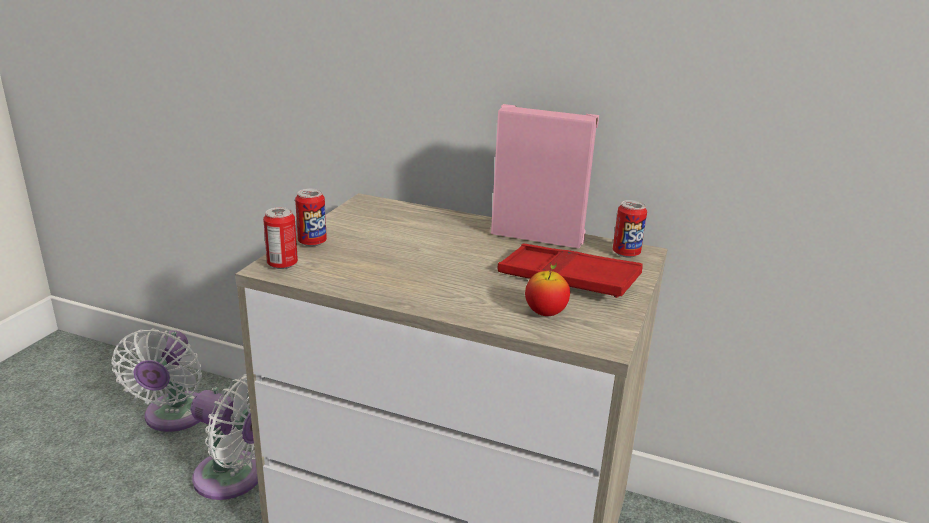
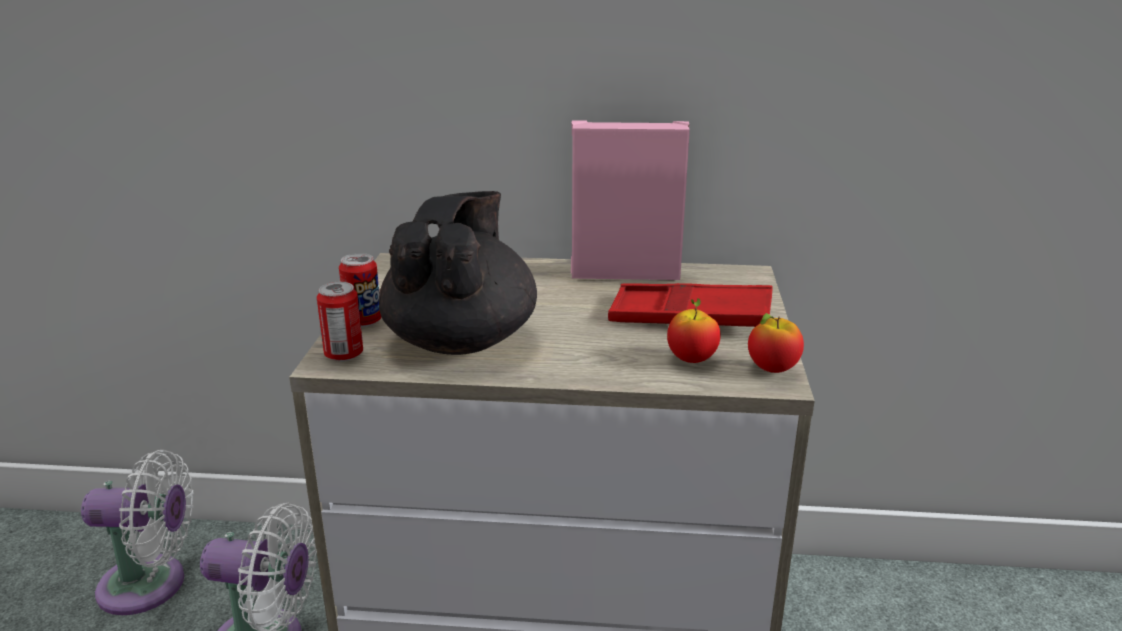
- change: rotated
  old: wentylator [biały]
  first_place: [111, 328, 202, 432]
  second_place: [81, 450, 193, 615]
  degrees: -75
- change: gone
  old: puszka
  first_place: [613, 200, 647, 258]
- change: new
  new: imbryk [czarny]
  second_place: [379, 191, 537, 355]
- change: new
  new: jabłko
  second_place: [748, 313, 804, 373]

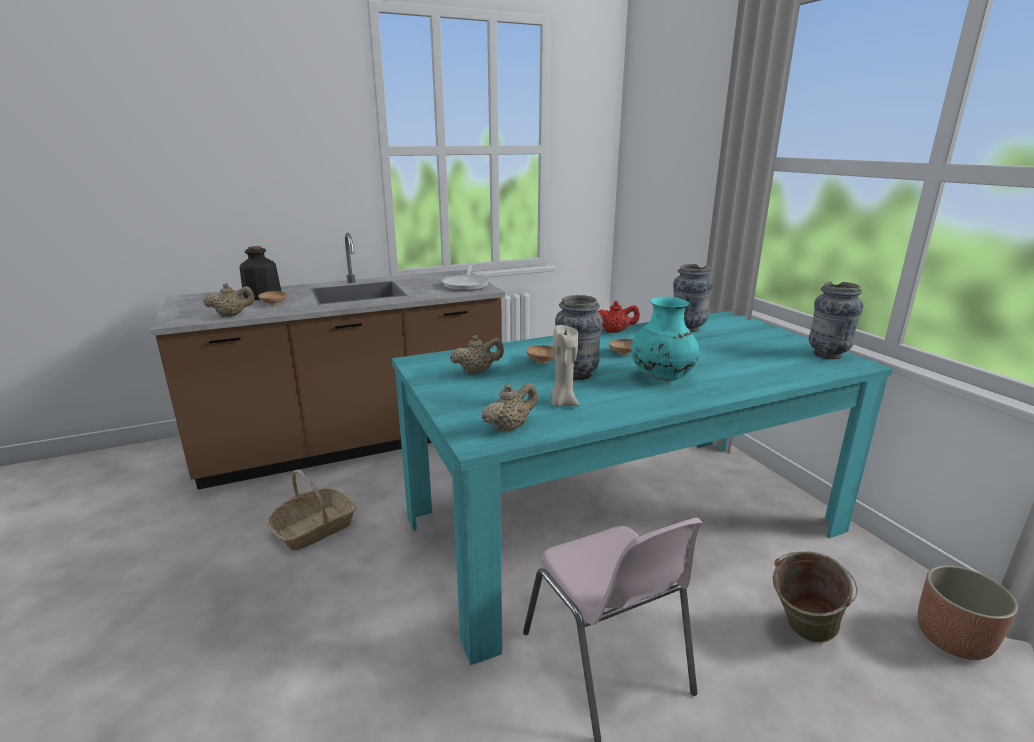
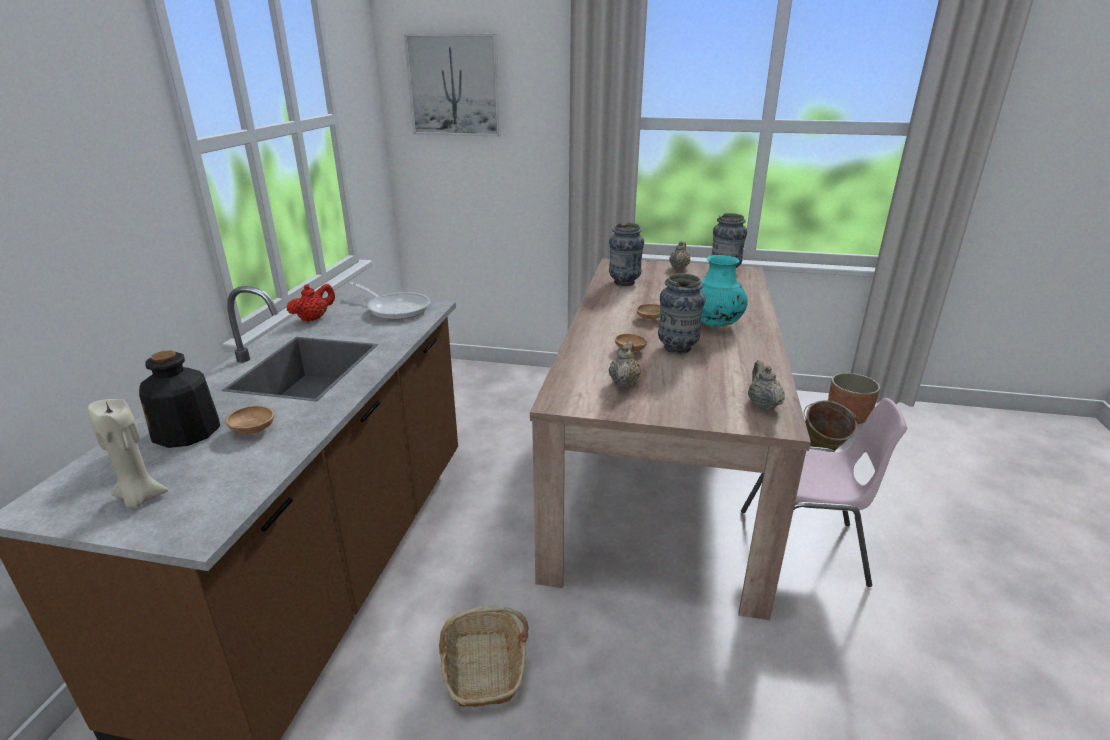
- change: shifted
  old: imbryk [beżowy]
  first_place: [203, 283, 255, 317]
  second_place: [669, 241, 690, 270]
- change: repainted
  old: stół jadalny [turkusowy]
  new: stół jadalny [beżowy]
  first_place: [392, 311, 893, 665]
  second_place: [530, 258, 811, 620]
- change: shifted
  old: świeca [beżowy]
  first_place: [550, 325, 579, 407]
  second_place: [87, 399, 168, 508]
- change: shifted
  old: imbryk [czerwony]
  first_place: [597, 301, 640, 333]
  second_place: [287, 284, 335, 322]
- change: new
  new: obraz
  second_place: [404, 34, 501, 137]

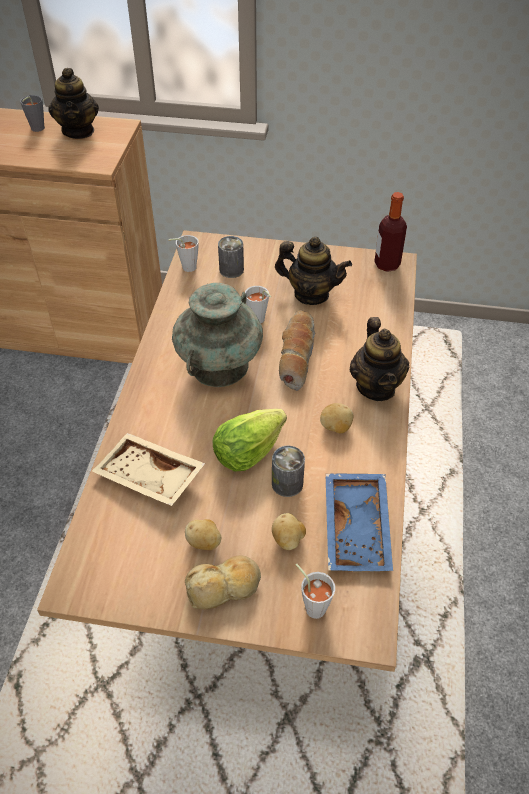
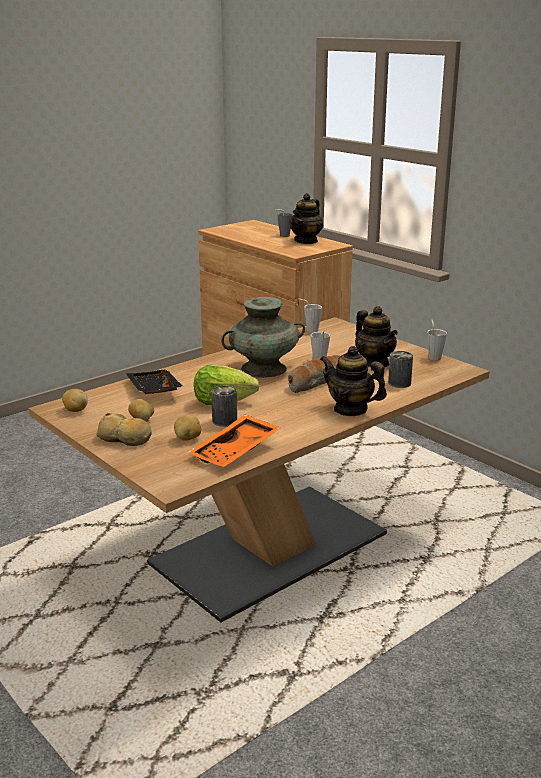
- change: repainted
  old: taca [beżowy]
  new: taca [czarny]
  first_place: [92, 433, 206, 506]
  second_place: [126, 369, 184, 394]
- change: shifted
  old: puszka
  first_place: [218, 236, 244, 278]
  second_place: [388, 351, 413, 388]
- change: shifted
  old: filiżanka [szary]
  first_place: [295, 564, 335, 619]
  second_place: [427, 320, 447, 360]
- change: shifted
  old: ziemniak
  first_place: [320, 403, 353, 433]
  second_place: [62, 389, 88, 412]
- change: repainted
  old: taca [niebieski]
  new: taca [pomarańczowy]
  first_place: [325, 473, 393, 571]
  second_place: [188, 415, 280, 467]
- change: rotated
  old: imbryk
  first_place: [350, 317, 409, 401]
  second_place: [320, 346, 387, 416]
  degrees: 90
- change: gone
  old: butelka
  first_place: [374, 192, 407, 272]

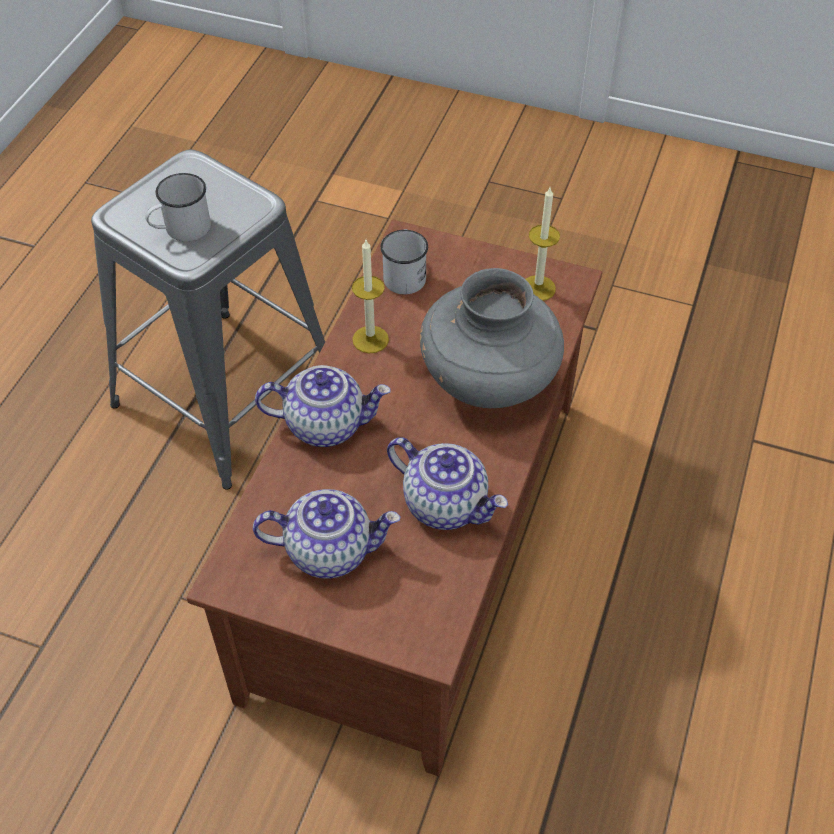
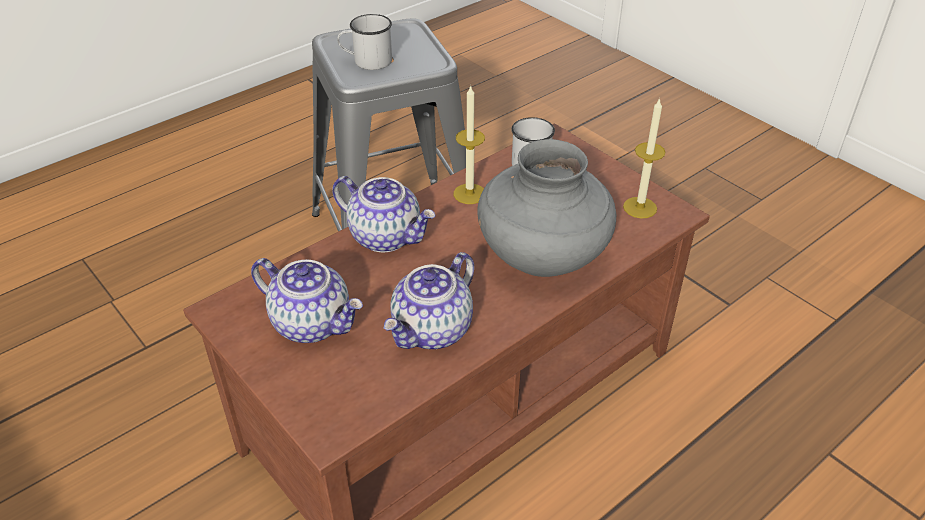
- change: rotated
  old: imbryk
  first_place: [387, 437, 508, 530]
  second_place: [384, 252, 474, 349]
  degrees: 60

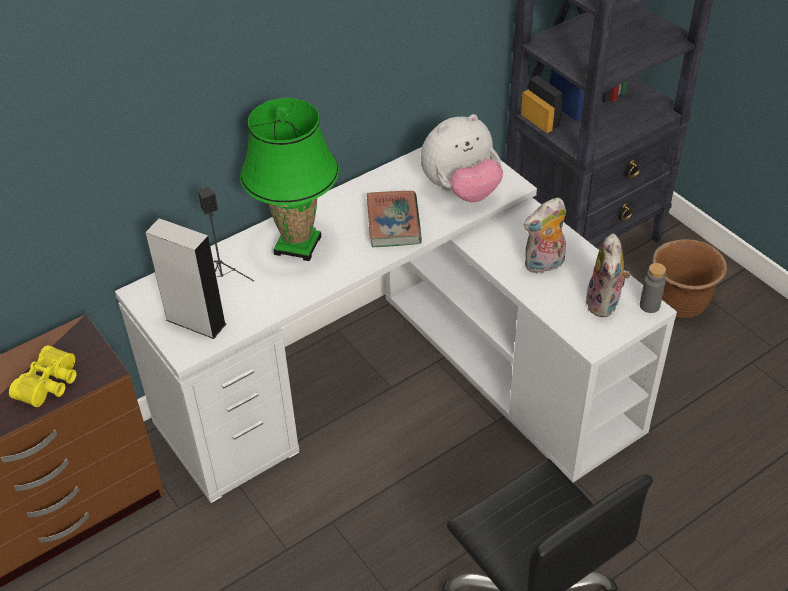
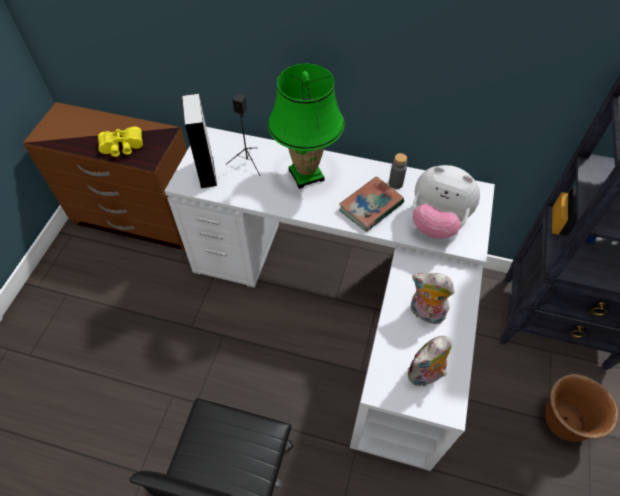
- change: shifted
  old: butelka [szary]
  first_place: [640, 263, 666, 313]
  second_place: [389, 153, 407, 189]

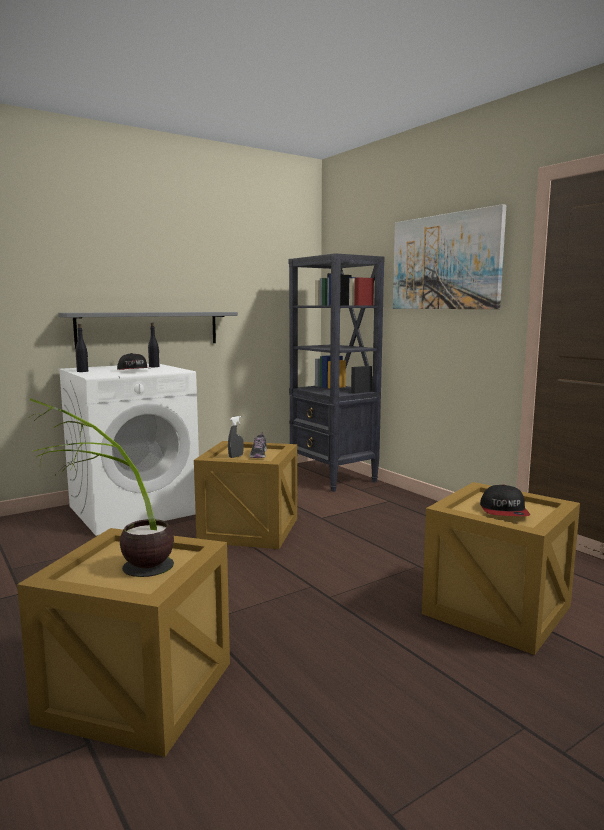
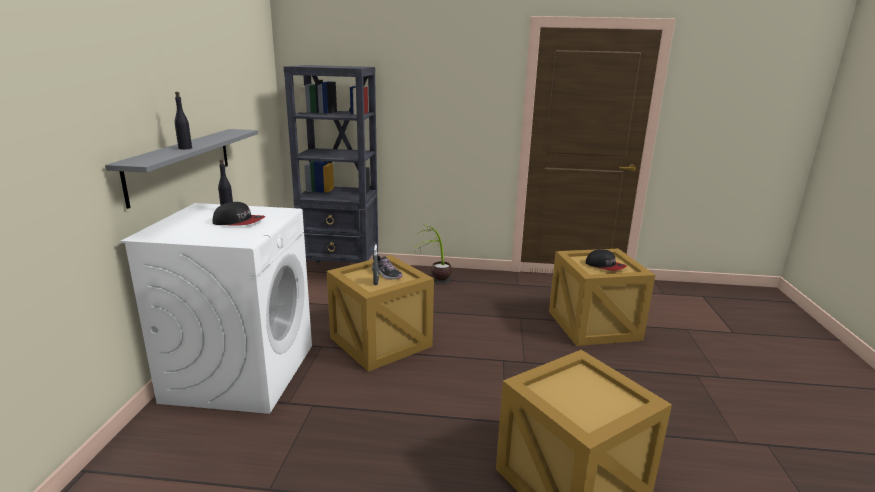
- change: shifted
  old: roślina doniczkowa
  first_place: [30, 398, 174, 577]
  second_place: [415, 224, 452, 284]
- change: shifted
  old: butelka [czarny]
  first_place: [75, 324, 88, 372]
  second_place: [175, 92, 192, 149]
- change: gone
  old: obraz
  first_place: [393, 204, 506, 309]

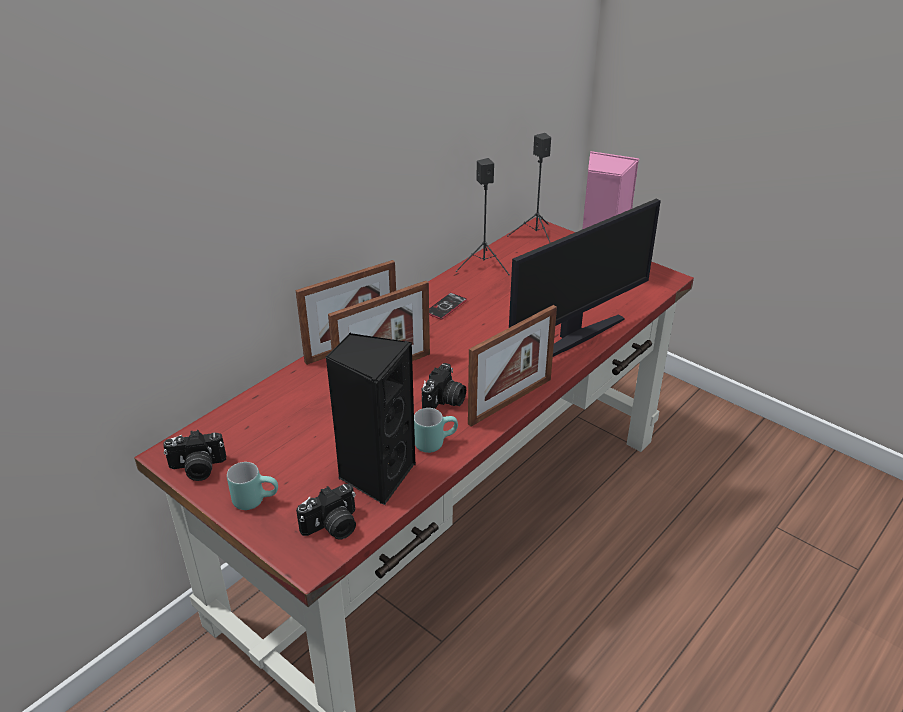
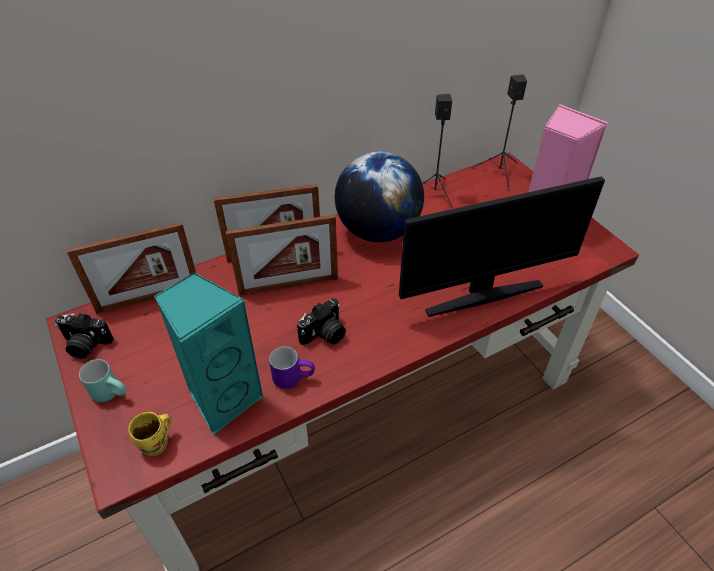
- change: swapped
  old: aparat fotograficzny
  new: kubek [żółty]
  first_place: [296, 484, 356, 540]
  second_place: [128, 412, 172, 456]
- change: repainted
  old: głośnik [czarny]
  new: głośnik [turkusowy]
  first_place: [325, 332, 416, 505]
  second_place: [154, 272, 264, 435]
- change: repainted
  old: kubek [turkusowy]
  new: kubek [fioletowy]
  first_place: [414, 408, 458, 453]
  second_place: [269, 346, 315, 389]
- change: swapped
  old: telefon
  new: globus
  first_place: [429, 293, 467, 319]
  second_place: [335, 152, 424, 242]
- change: shifted
  old: ramka na zdjęcie
  first_place: [468, 305, 557, 427]
  second_place: [66, 222, 196, 314]

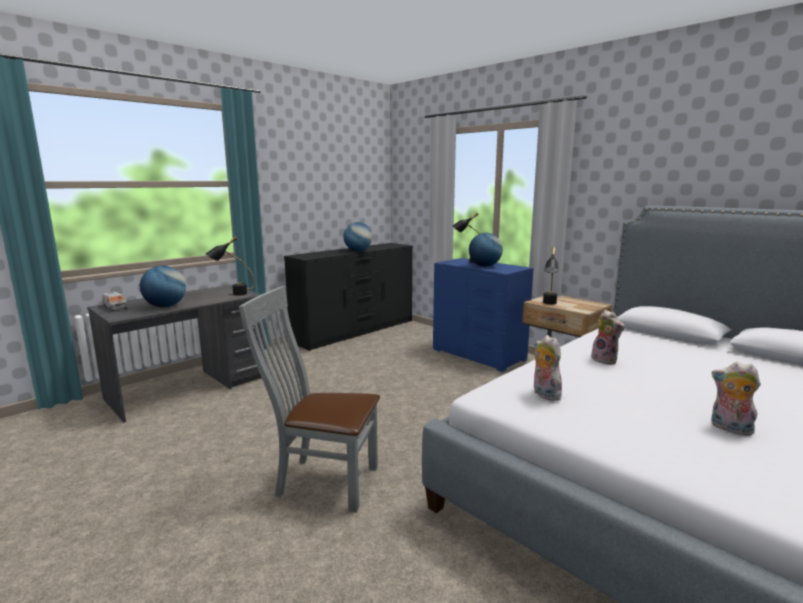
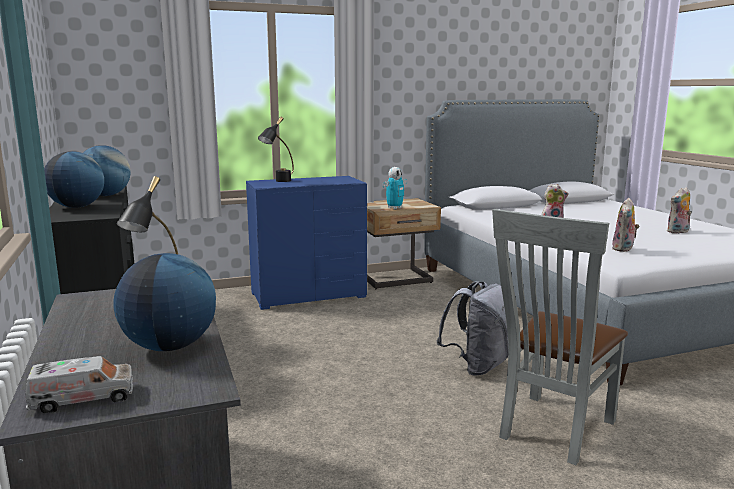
- change: shifted
  old: globus
  first_place: [469, 233, 503, 267]
  second_place: [44, 151, 104, 208]
- change: rotated
  old: pluszak
  first_place: [534, 335, 562, 401]
  second_place: [612, 198, 639, 252]
  degrees: -60
- change: swapped
  old: lampa stołowa [czarny]
  new: robot zabawkowy
  first_place: [543, 247, 558, 304]
  second_place: [383, 167, 407, 209]
- change: new
  new: plecak [szary]
  second_place: [437, 281, 508, 376]

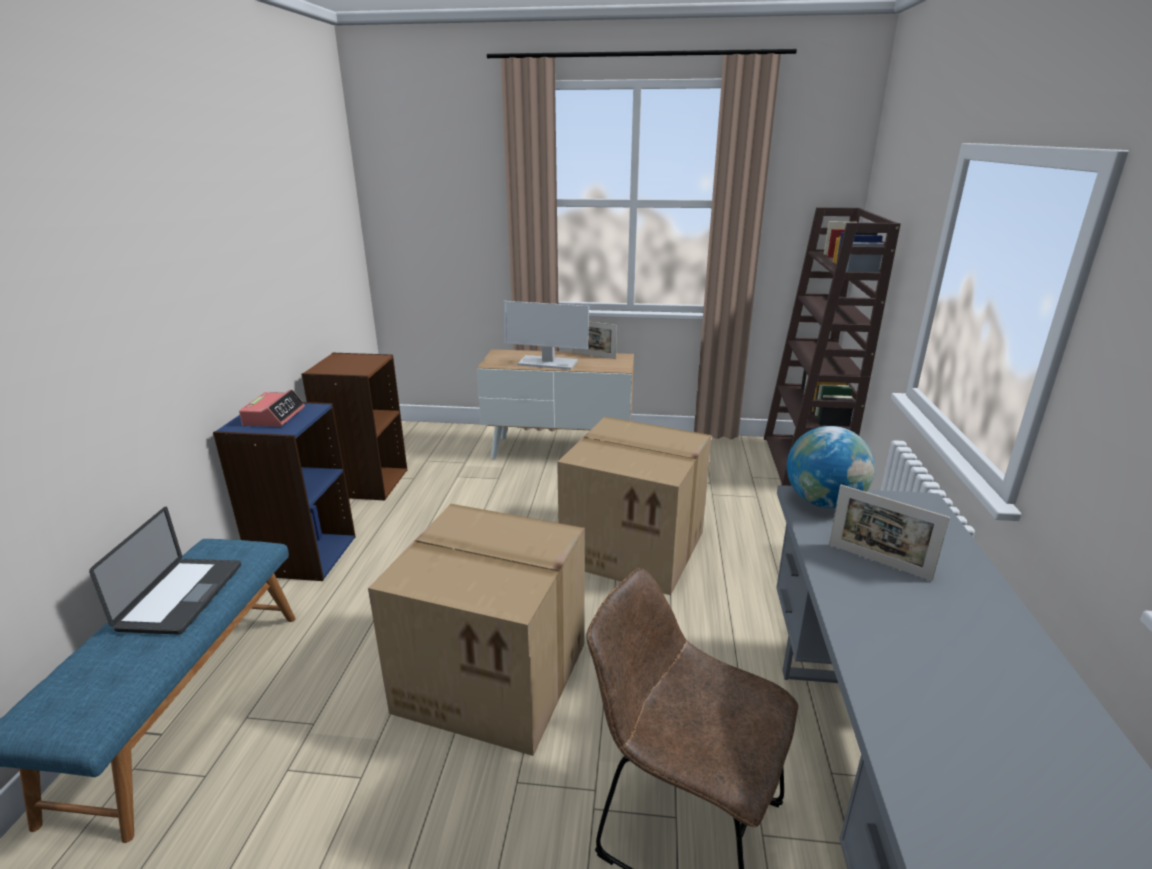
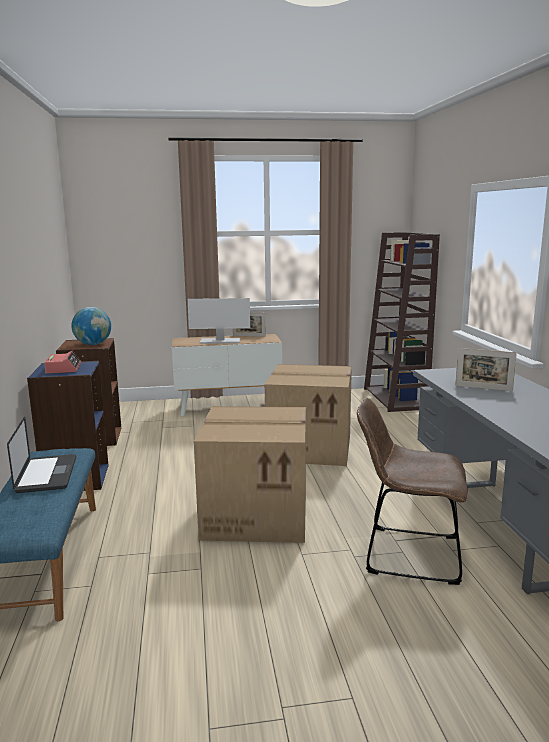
- change: shifted
  old: globus
  first_place: [787, 426, 875, 508]
  second_place: [71, 307, 111, 345]

